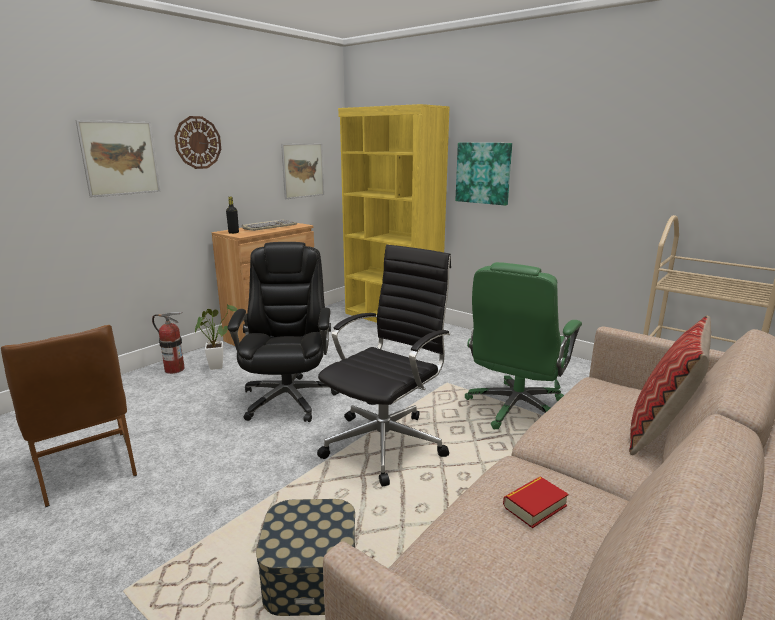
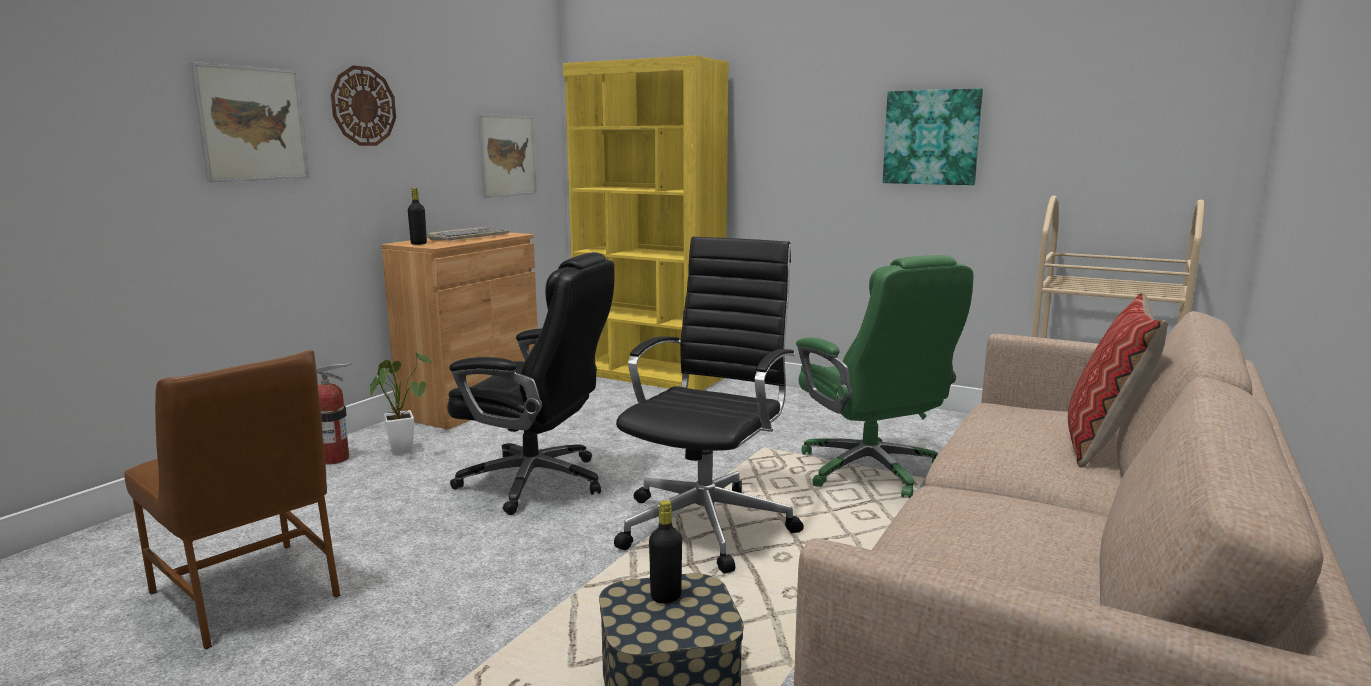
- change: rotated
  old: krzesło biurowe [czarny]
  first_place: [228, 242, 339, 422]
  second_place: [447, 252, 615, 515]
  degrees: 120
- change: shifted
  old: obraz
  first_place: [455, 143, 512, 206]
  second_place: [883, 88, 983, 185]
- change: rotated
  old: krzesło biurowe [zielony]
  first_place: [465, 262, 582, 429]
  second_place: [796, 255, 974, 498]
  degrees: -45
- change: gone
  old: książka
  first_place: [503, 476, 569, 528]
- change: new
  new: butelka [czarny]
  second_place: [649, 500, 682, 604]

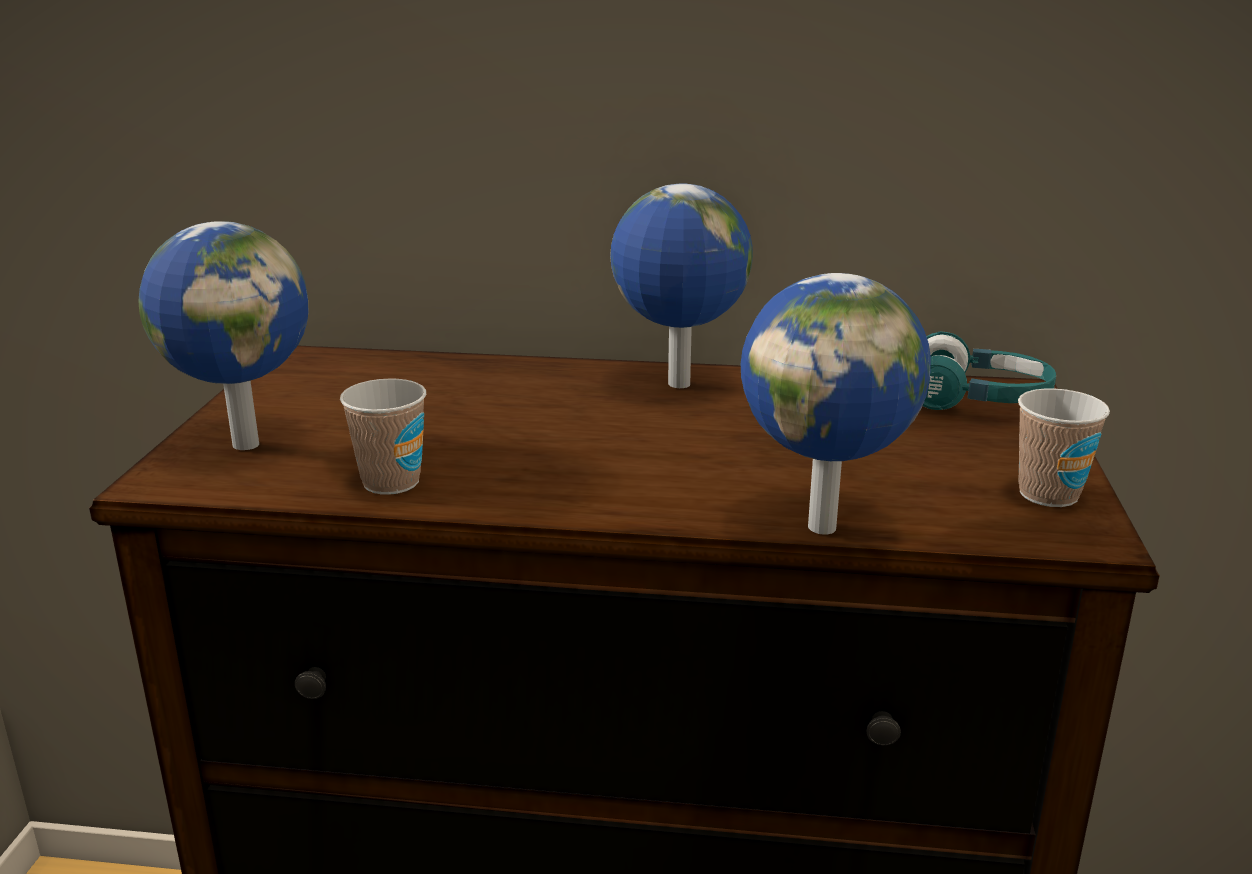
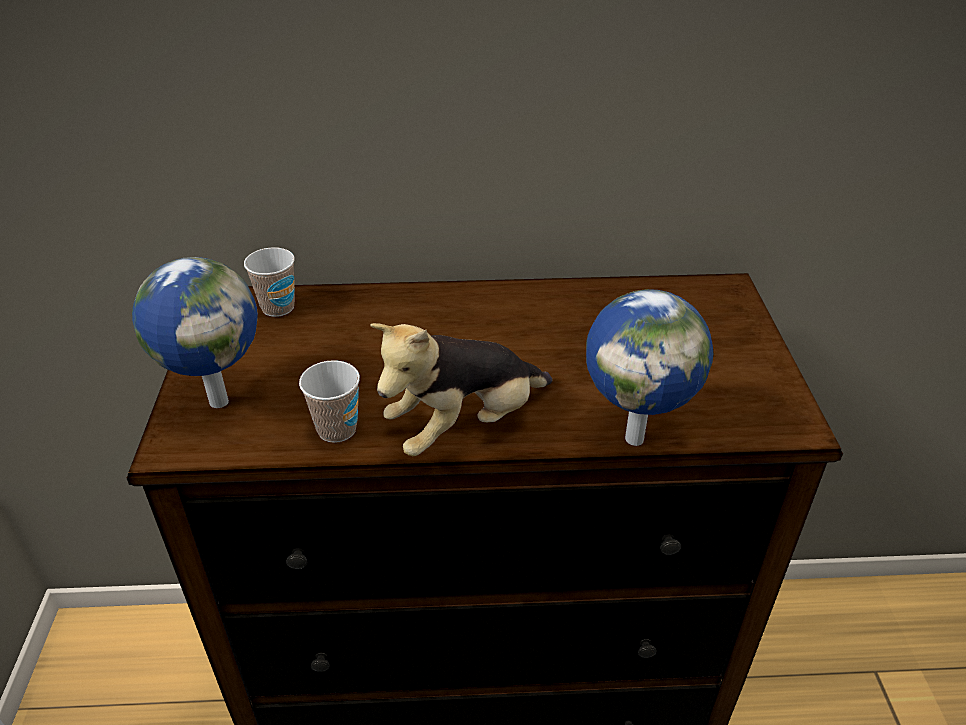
- change: gone
  old: globus
  first_place: [610, 183, 753, 388]
- change: gone
  old: słuchawki [turkusowy]
  first_place: [923, 332, 1056, 410]
- change: shifted
  old: filiżanka
  first_place: [1018, 389, 1110, 507]
  second_place: [244, 247, 295, 317]
- change: new
  new: pluszak
  second_place: [370, 323, 552, 456]

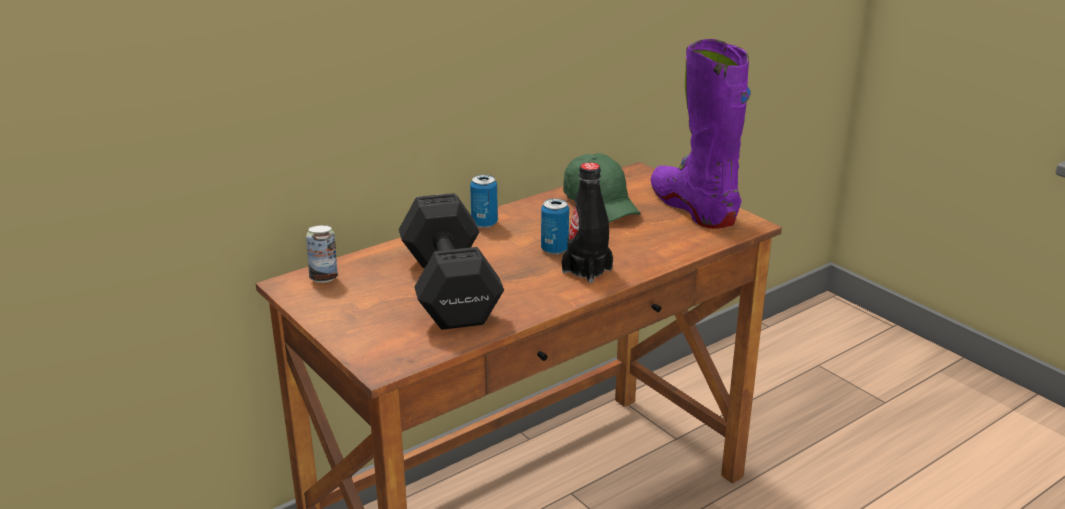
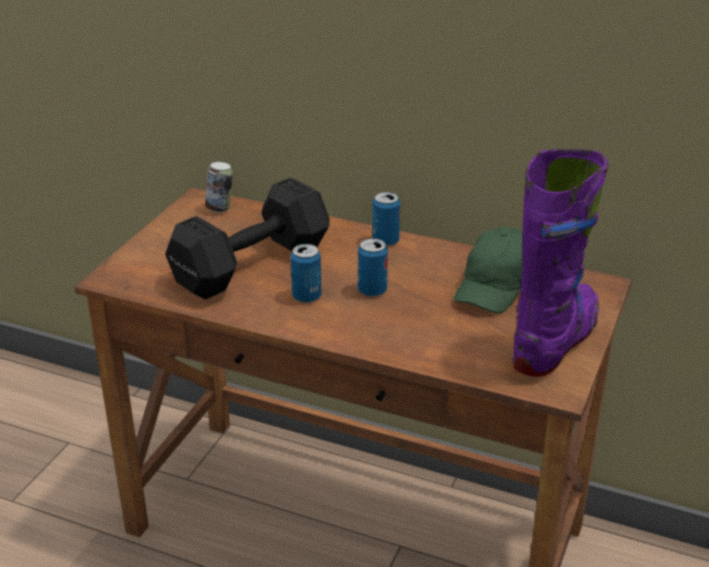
- change: gone
  old: butelka [czarny]
  first_place: [562, 162, 613, 283]
- change: new
  new: puszka
  second_place: [291, 244, 321, 303]

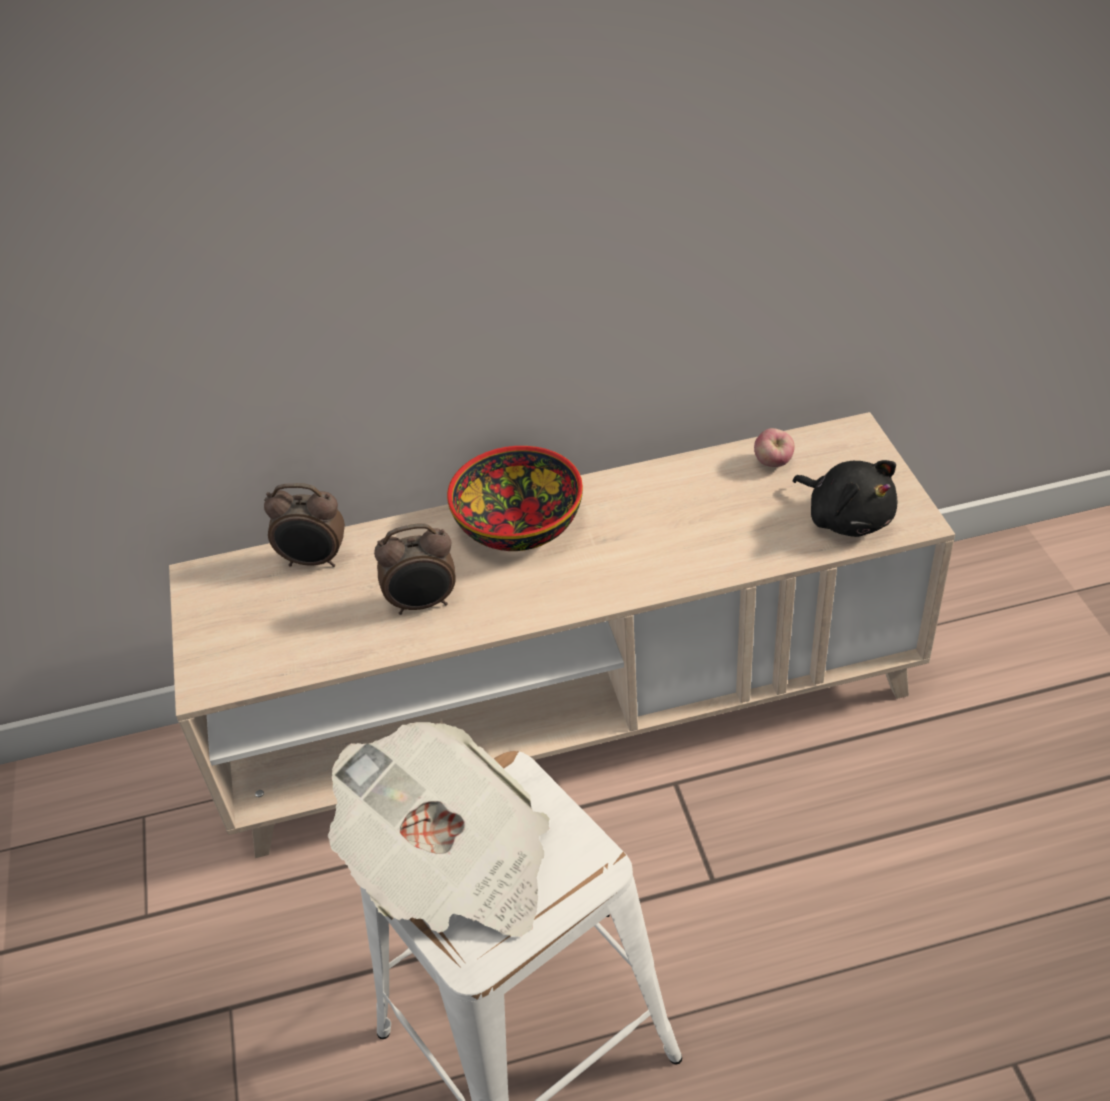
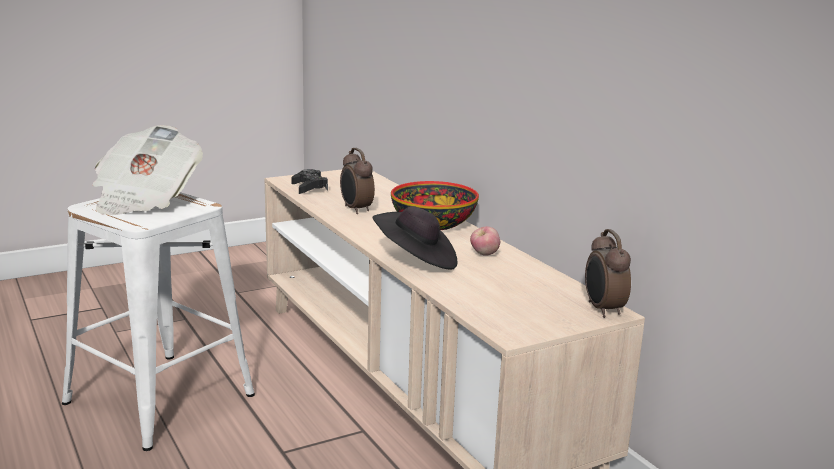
- change: shifted
  old: budzik
  first_place: [264, 483, 345, 567]
  second_place: [585, 229, 631, 318]
- change: shifted
  old: jabłko
  first_place: [754, 428, 795, 467]
  second_place: [470, 226, 500, 256]
- change: gone
  old: pluszak [czarny]
  first_place: [793, 460, 898, 537]
- change: new
  new: pad do gier [czarny]
  second_place: [291, 169, 328, 194]
- change: new
  new: kapelusz [czarny]
  second_place: [373, 206, 458, 269]

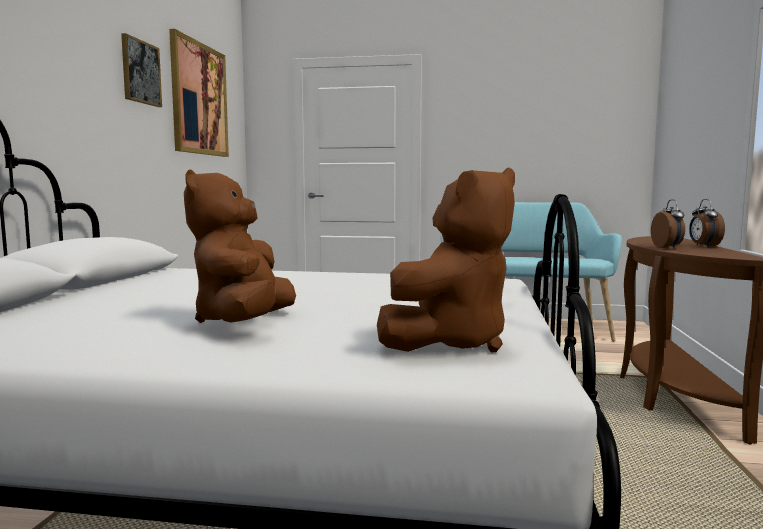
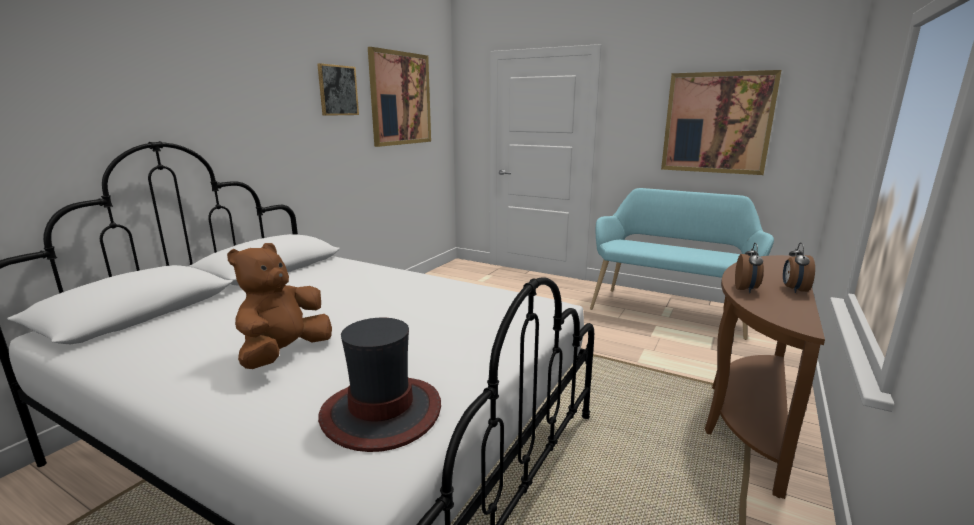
- change: swapped
  old: pluszak [brązowy]
  new: kapelusz
  first_place: [377, 168, 515, 352]
  second_place: [318, 317, 441, 452]
- change: new
  new: obraz
  second_place: [661, 70, 781, 175]

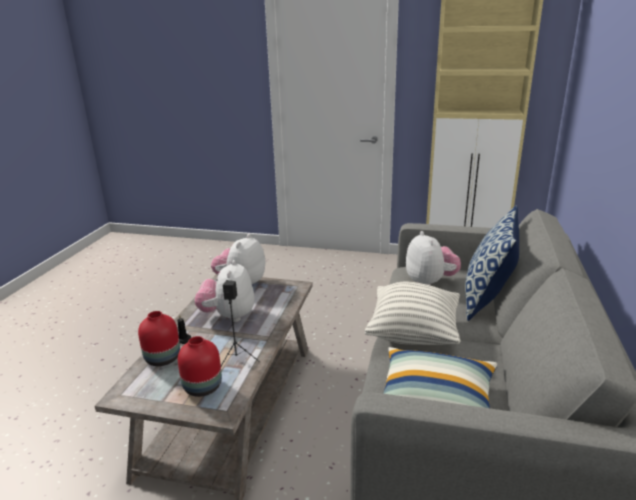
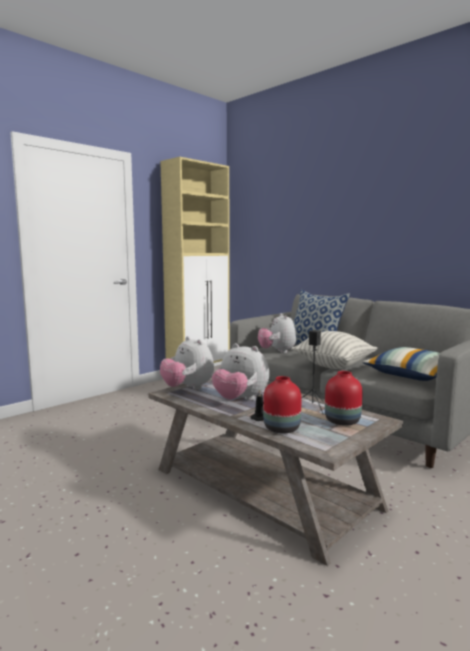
- change: rotated
  old: pluszak
  first_place: [406, 231, 461, 285]
  second_place: [258, 313, 296, 353]
  degrees: -120

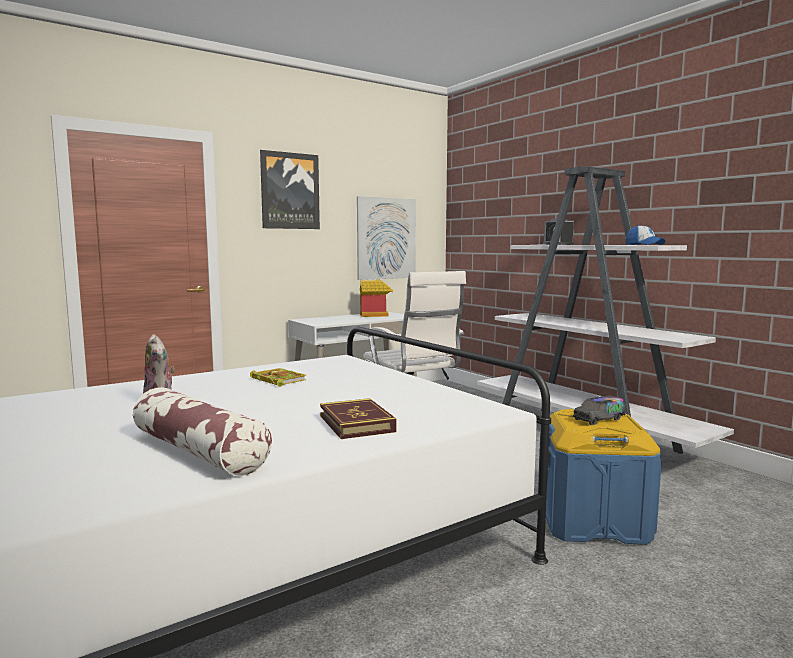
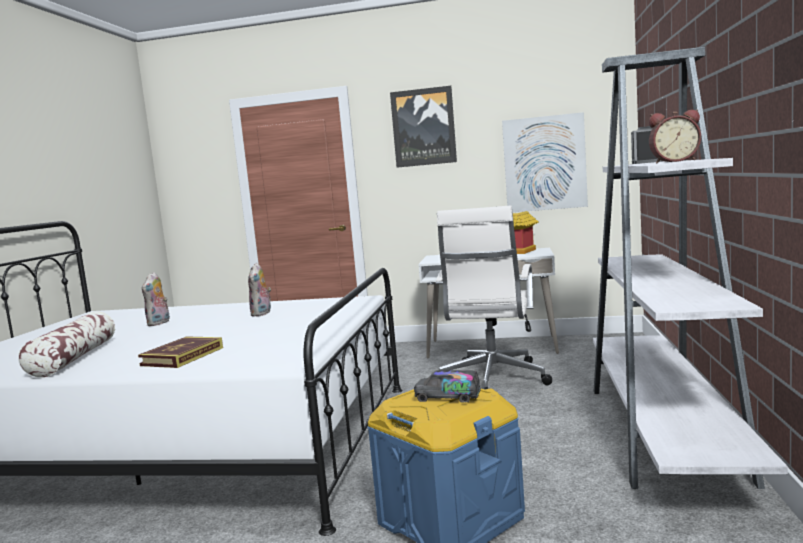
- change: swapped
  old: książka
  new: pluszak
  first_place: [250, 368, 306, 387]
  second_place: [248, 263, 271, 317]
- change: swapped
  old: czapka z daszkiem
  new: budzik
  first_place: [625, 225, 666, 245]
  second_place: [649, 109, 701, 163]

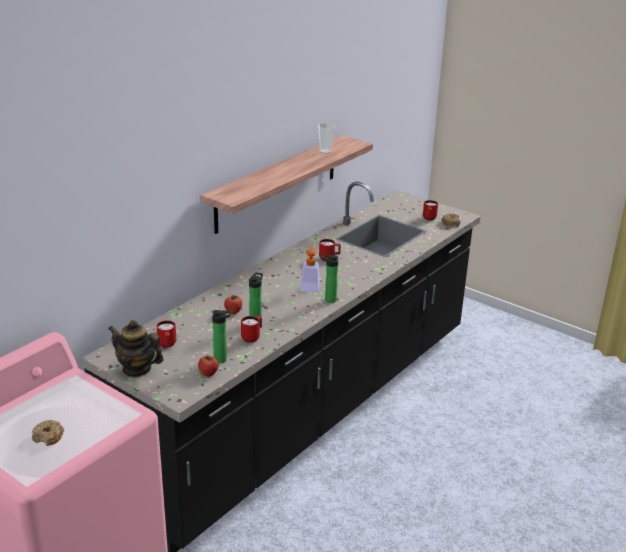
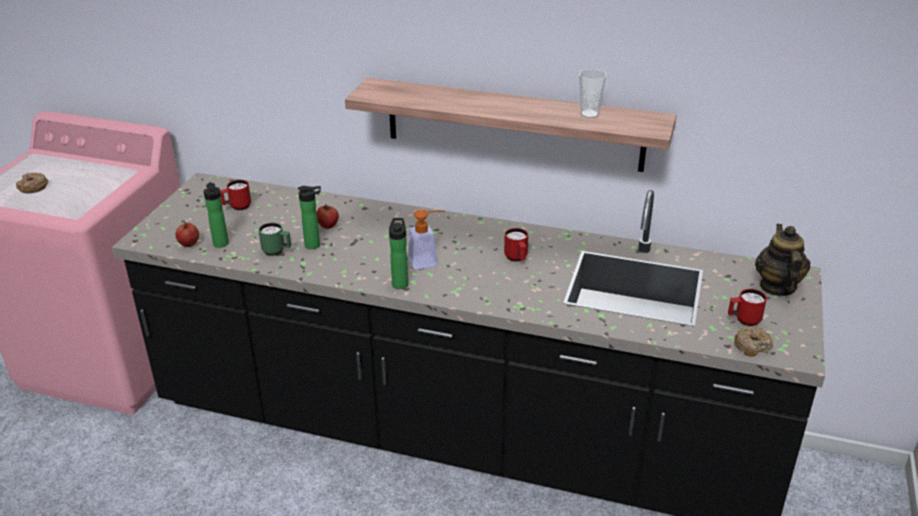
- change: shifted
  old: imbryk
  first_place: [108, 320, 164, 377]
  second_place: [755, 224, 810, 296]
- change: repainted
  old: kubek [czerwony]
  new: kubek [zielony]
  first_place: [241, 316, 262, 343]
  second_place: [259, 223, 291, 256]

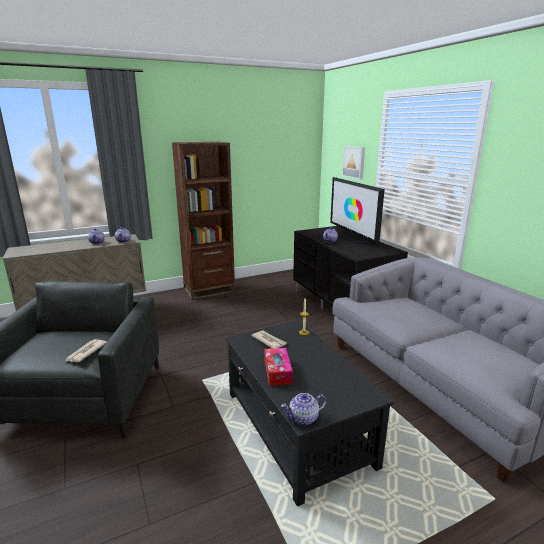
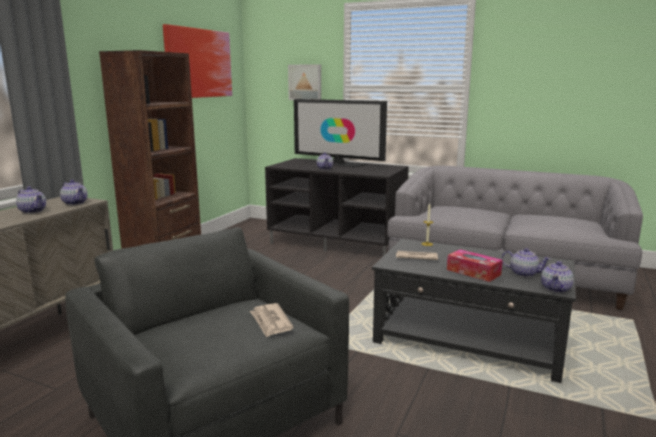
- change: new
  new: obraz
  second_place: [163, 24, 232, 98]
- change: new
  new: imbryk
  second_place: [501, 248, 551, 277]

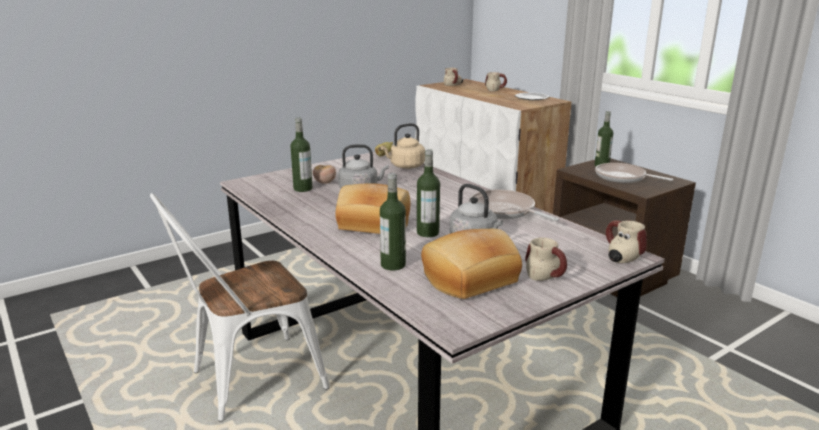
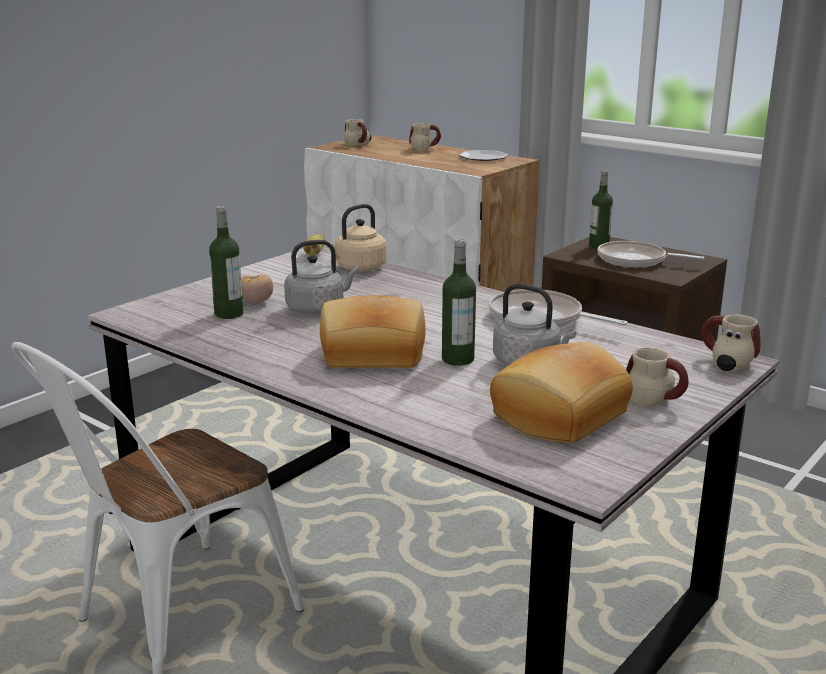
- change: gone
  old: butelka
  first_place: [380, 173, 406, 271]

